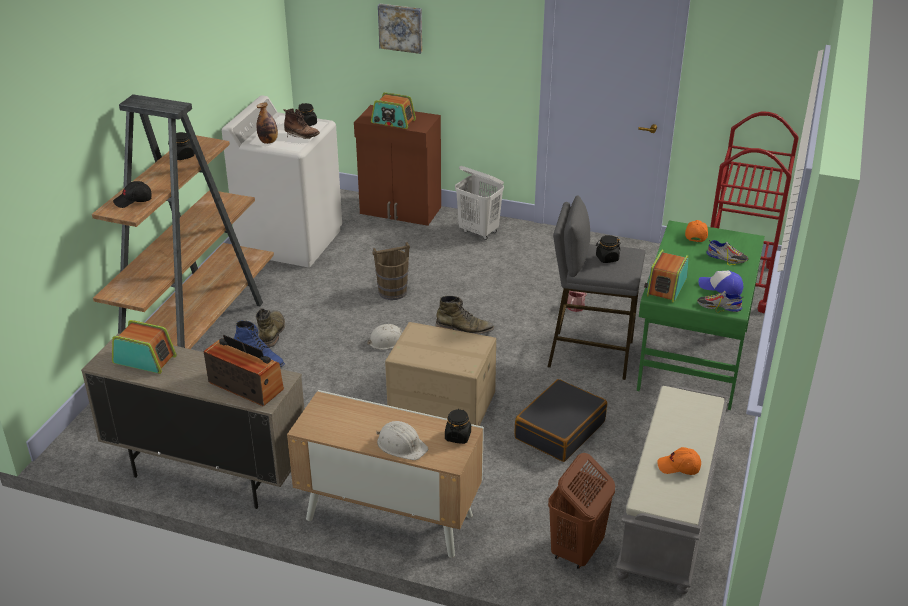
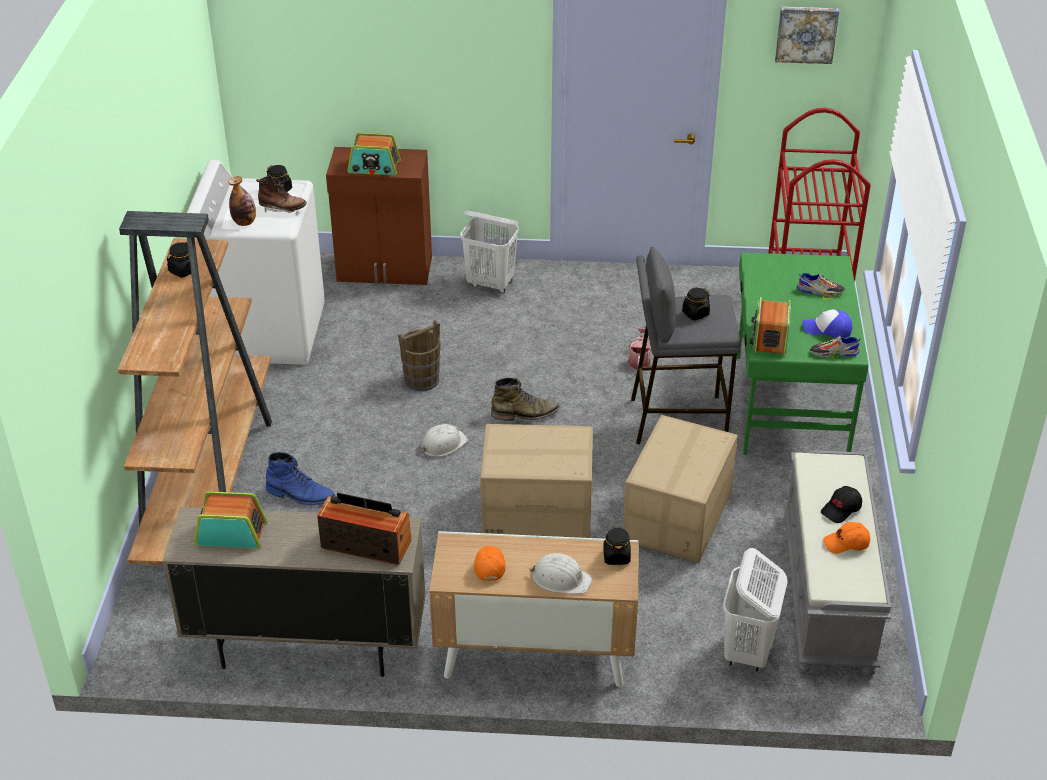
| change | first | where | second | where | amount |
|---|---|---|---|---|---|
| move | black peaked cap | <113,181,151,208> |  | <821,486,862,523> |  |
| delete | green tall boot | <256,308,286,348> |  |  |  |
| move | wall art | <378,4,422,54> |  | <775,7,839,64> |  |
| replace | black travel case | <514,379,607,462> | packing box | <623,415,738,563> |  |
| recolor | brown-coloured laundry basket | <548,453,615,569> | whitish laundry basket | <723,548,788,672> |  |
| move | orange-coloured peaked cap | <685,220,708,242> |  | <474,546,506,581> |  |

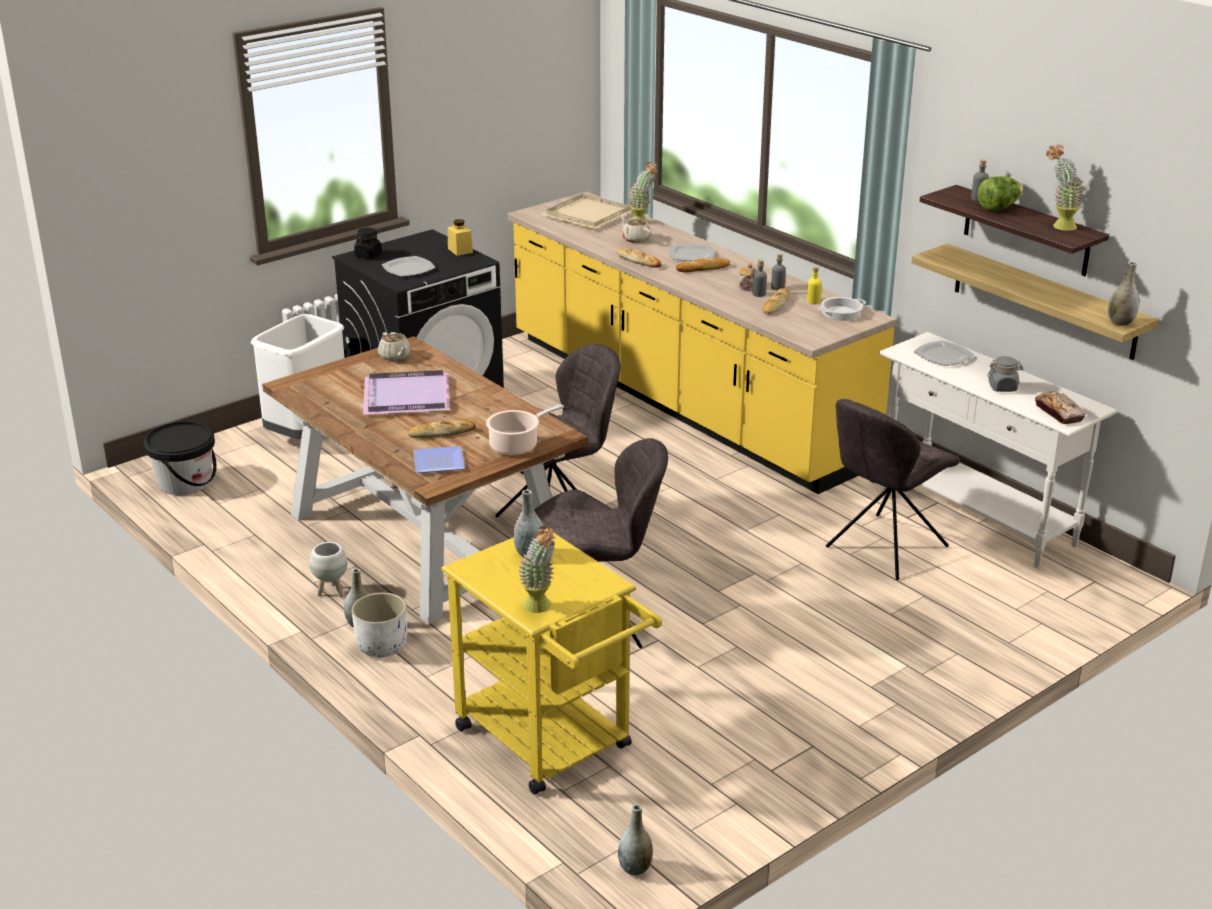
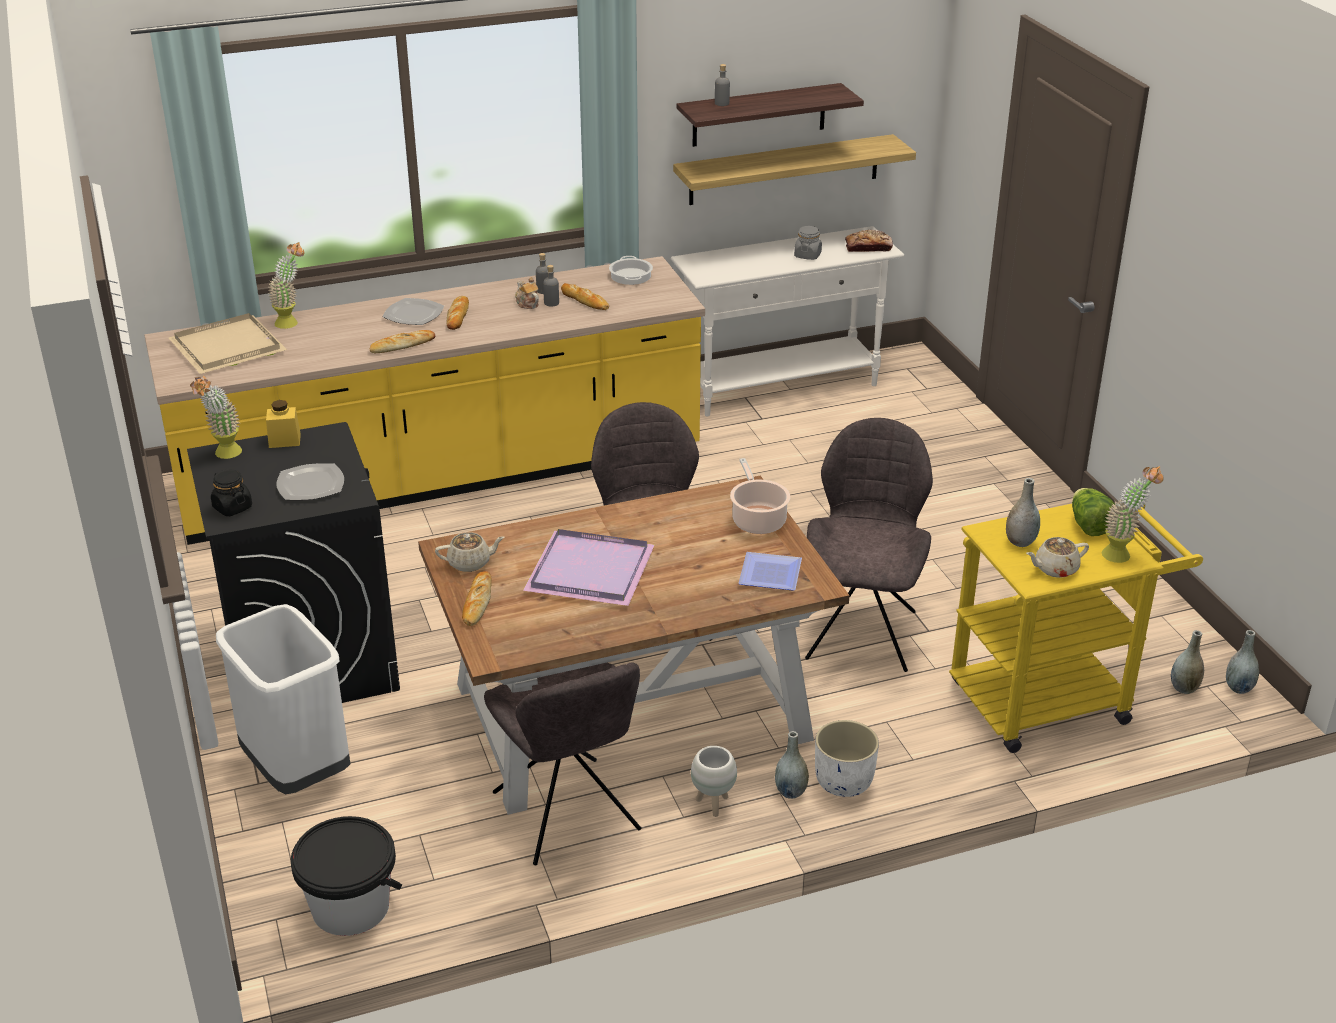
| change | first | where | second | where | amount |
|---|---|---|---|---|---|
| move | baked bread | <408,420,476,438> |  | <462,571,492,626> |  |
| move | beige teapot | <620,216,652,243> |  | <1026,537,1089,578> |  |
| delete | yellow-coloured beverage bottle | <807,266,822,304> |  |  |  |
| move | greyish upright chair | <826,399,960,580> |  | <484,662,641,865> |  |
| delete | plate | <914,340,974,366> |  |  |  |
| move | lettuce | <978,176,1023,211> |  | <1072,488,1115,536> |  |
| move | plant in a pot | <1046,144,1084,231> |  | <190,376,242,459> |  |
| move | greyish decorative vase | <1108,261,1139,326> |  | <1171,630,1204,694> |  |

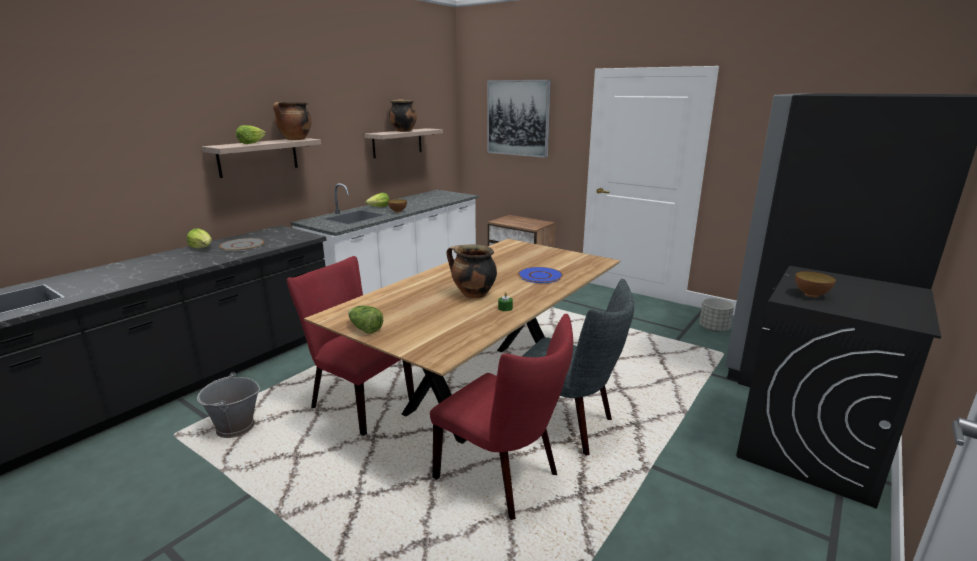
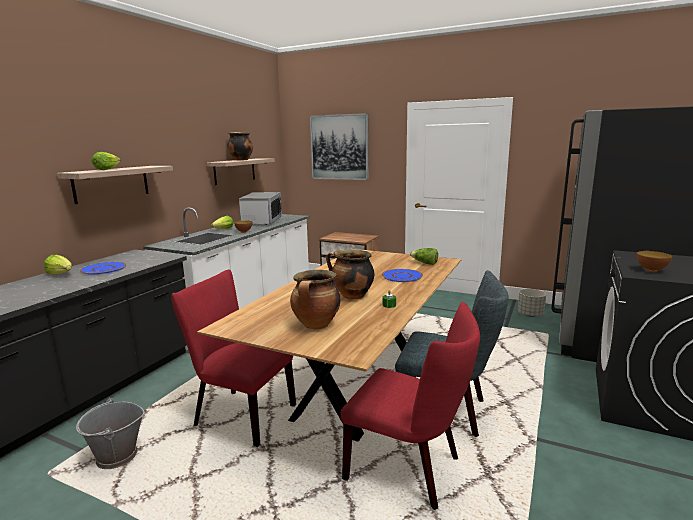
| change | first | where | second | where | amount |
|---|---|---|---|---|---|
| recolor | greyish plate | <219,238,264,251> | blue-coloured plate | <80,262,126,275> |  |
| move | saucepot | <273,101,311,140> |  | <290,270,341,329> |  |
| move | lettuce | <348,306,383,334> |  | <410,248,438,265> |  |
| insert |  |  | kitchen microwave | <239,192,282,225> |  |

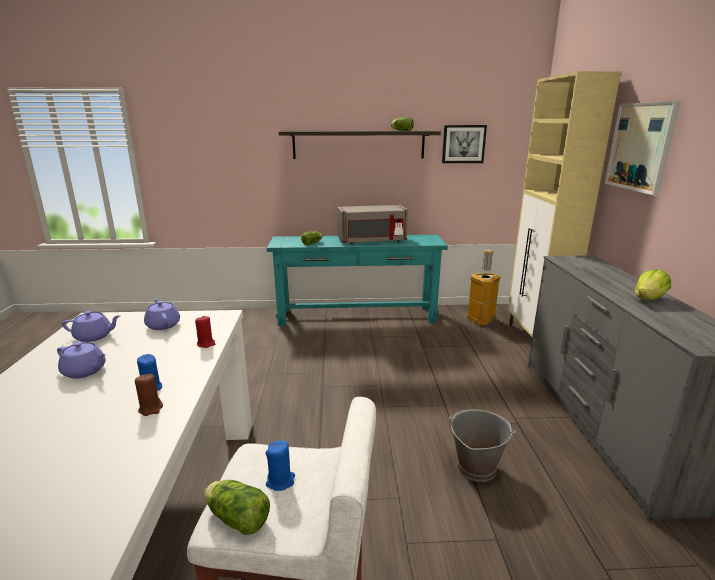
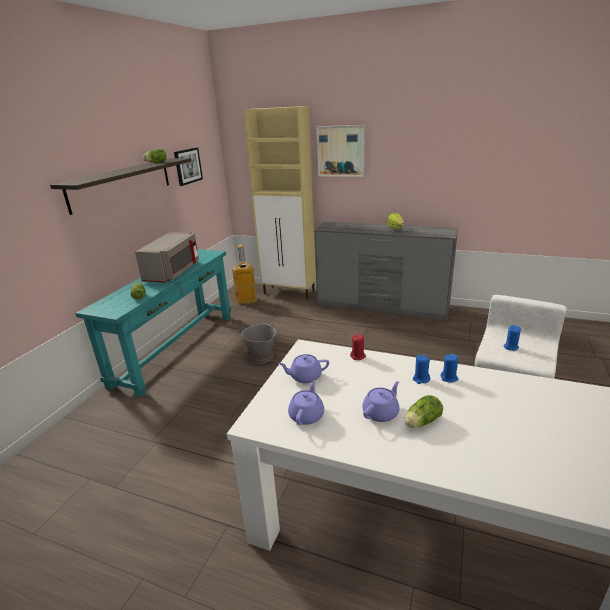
| change | first | where | second | where | amount |
|---|---|---|---|---|---|
| recolor | brown-coloured candle | <135,374,163,416> | blue-coloured candle | <440,354,458,383> |  |
| move | lettuce | <204,480,270,535> |  | <404,395,443,428> |  |
| move | greyish pail | <449,409,516,482> |  | <241,323,276,364> |  |

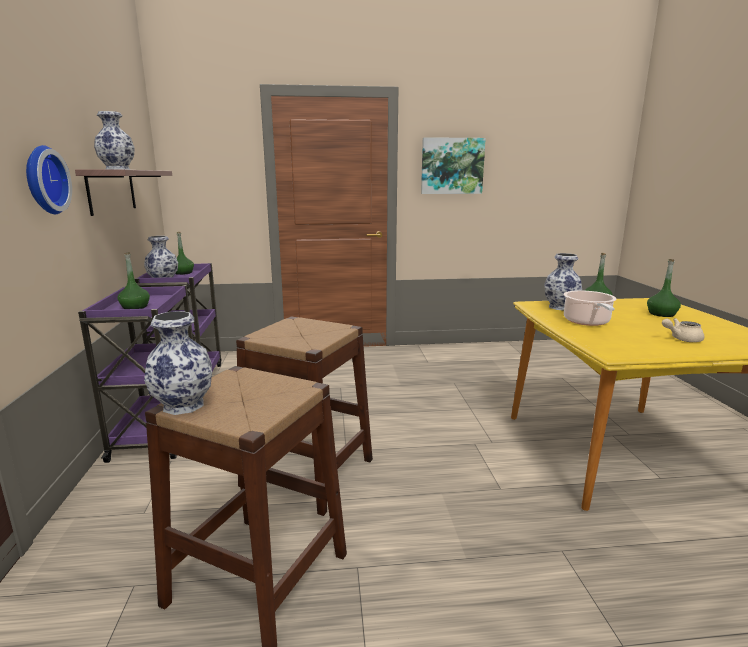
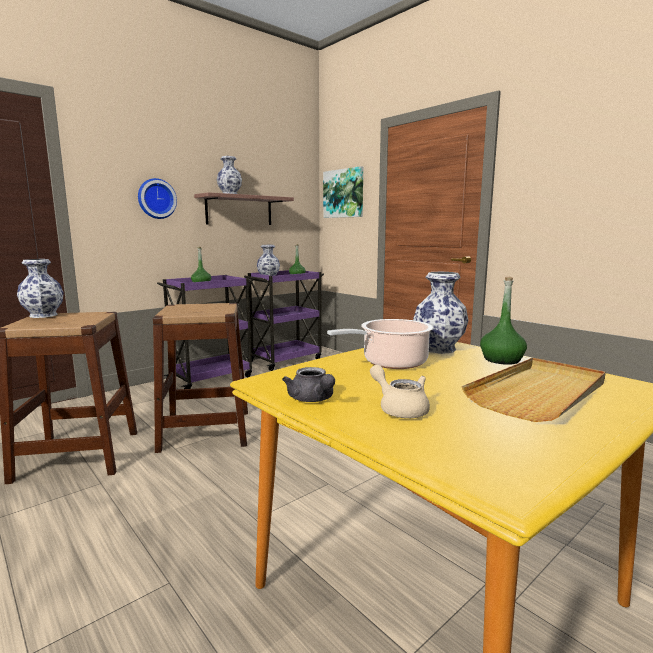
| change | first | where | second | where | amount |
|---|---|---|---|---|---|
| move | wall art | <421,137,486,194> |  | <323,166,363,218> |  |
| replace | green beverage bottle | <647,259,681,317> | beige tray | <461,358,606,422> |  |
| insert |  |  | greyish teapot | <282,367,335,402> |  |

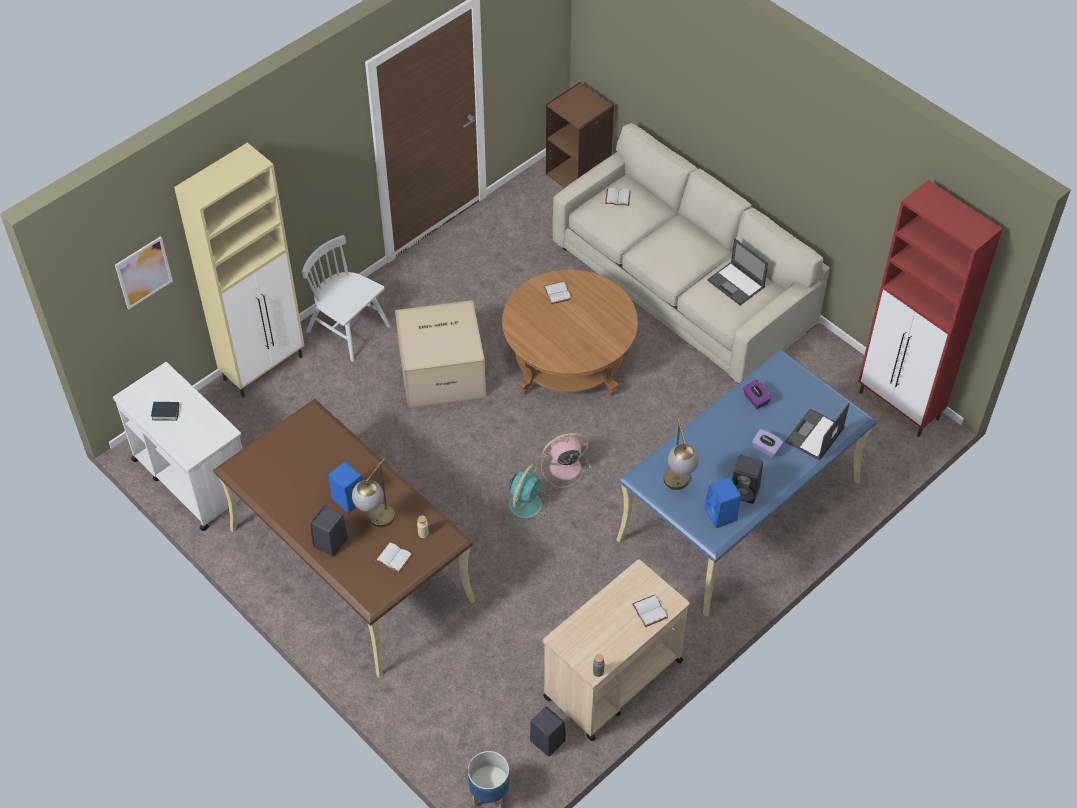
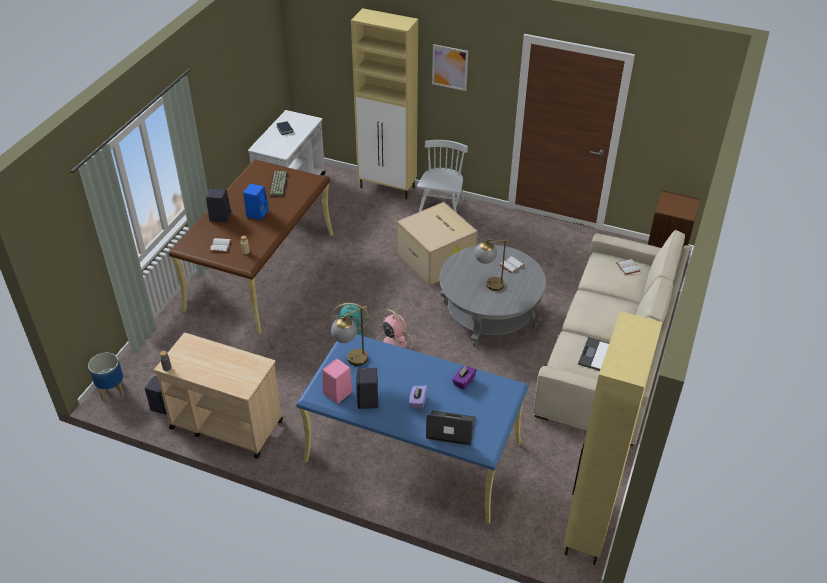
| change | first | where | second | where | amount |
|---|---|---|---|---|---|
| move | wall art | <115,236,173,309> |  | <432,44,468,91> |  |
| move | tabletop lamp | <352,458,395,527> |  | <475,239,511,291> |  |
| recolor | brown-coloured lounge table | <502,269,638,396> | greyish lounge table | <439,245,546,347> |  |
| delete | whitish book | <632,595,668,627> |  |  |  |
| recolor | blue-coloured audio speaker | <705,477,741,528> | pink-coloured audio speaker | <322,359,352,404> |  |
| recolor | red-coloured storage cabinet | <858,180,1003,437> | beige storage cabinet | <563,311,663,565> |  |
| insert |  |  | computer keyboard | <269,171,288,197> |  |

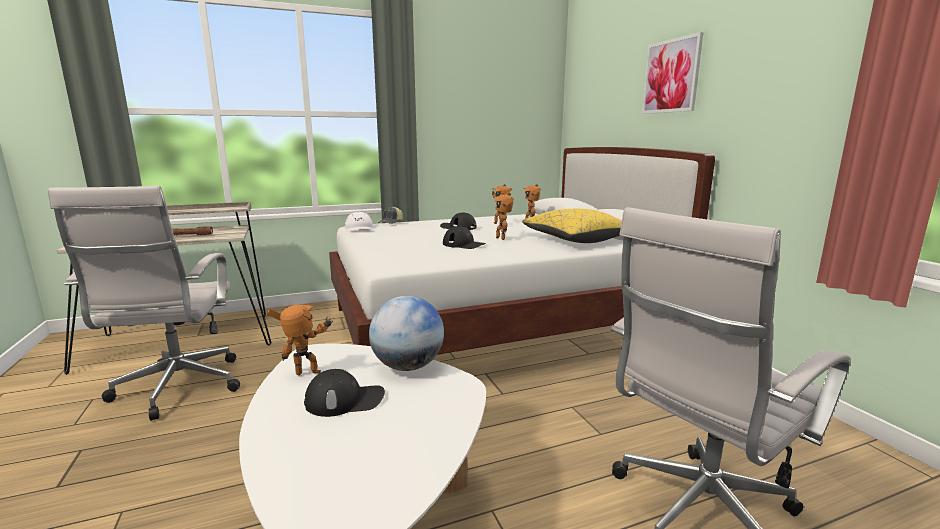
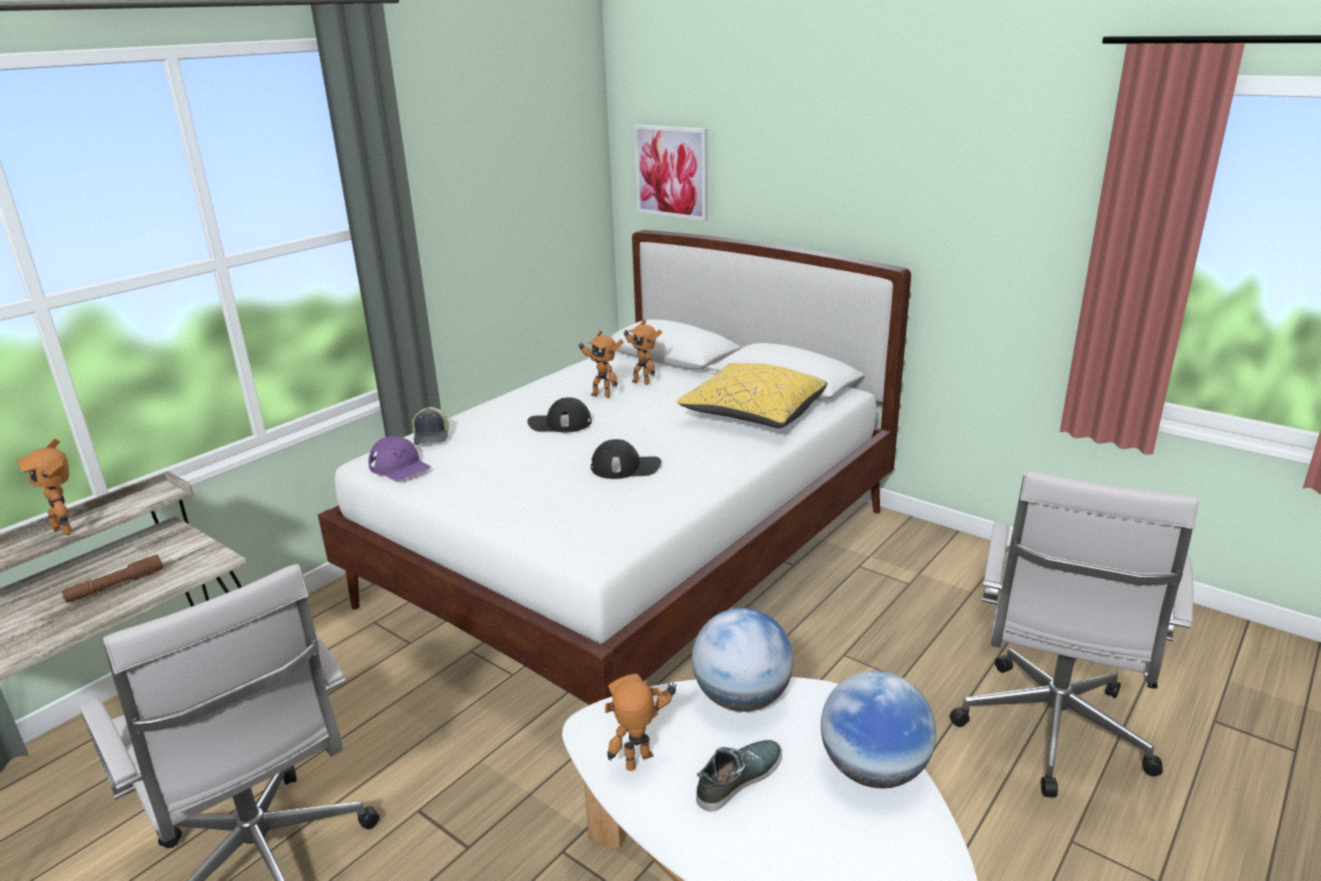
| change | first | where | second | where | amount |
|---|---|---|---|---|---|
| replace | black peaked cap | <304,369,385,417> | shoe | <696,740,782,812> |  |
| recolor | whitish peaked cap | <345,212,373,231> | purple peaked cap | <369,436,431,481> |  |
| move | toy robot | <493,192,514,240> |  | <17,439,72,535> |  |
| move | wall art | <642,32,703,114> |  | <634,124,708,221> |  |
| insert |  |  | desk globe | <821,671,936,788> |  |

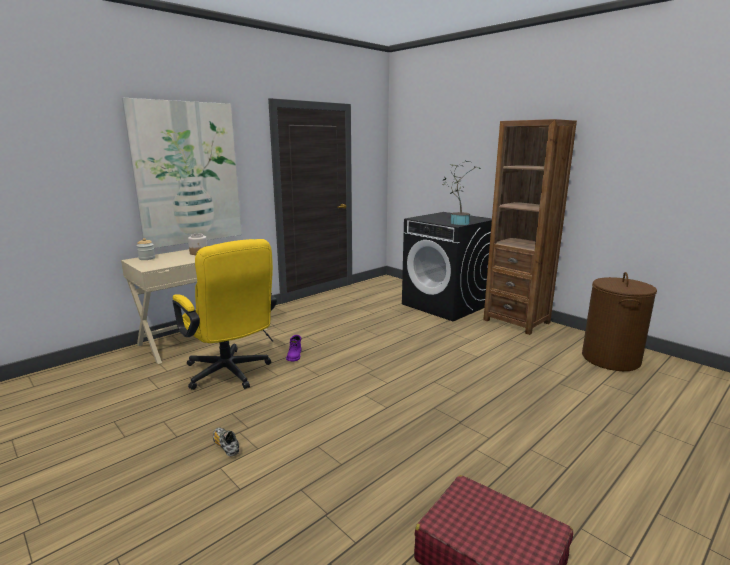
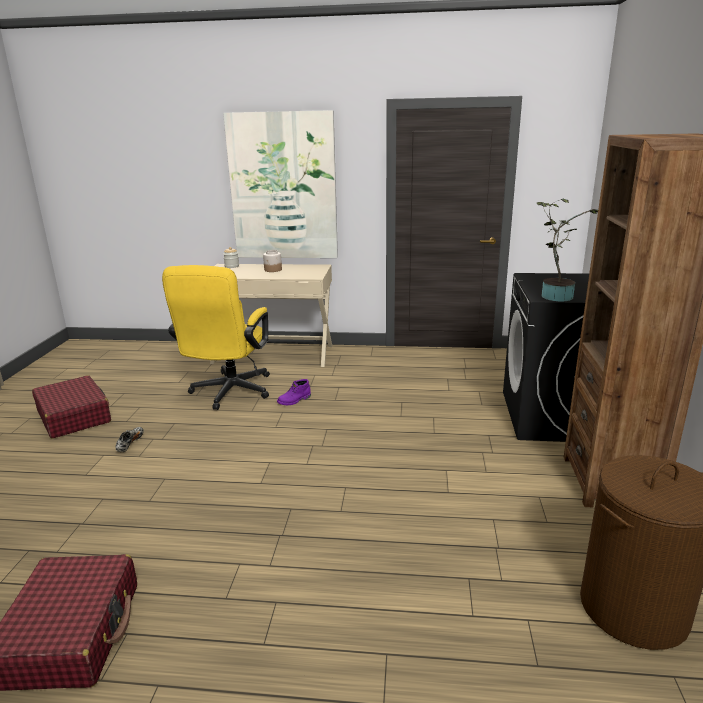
| change | first | where | second | where | amount |
|---|---|---|---|---|---|
| insert |  |  | red-coloured travel case | <32,375,111,439> |  |

